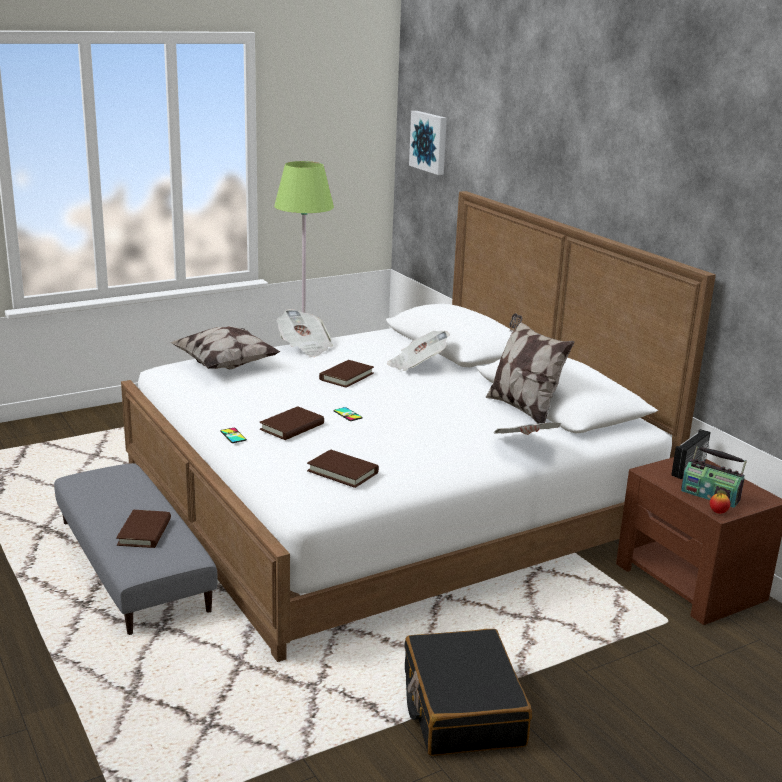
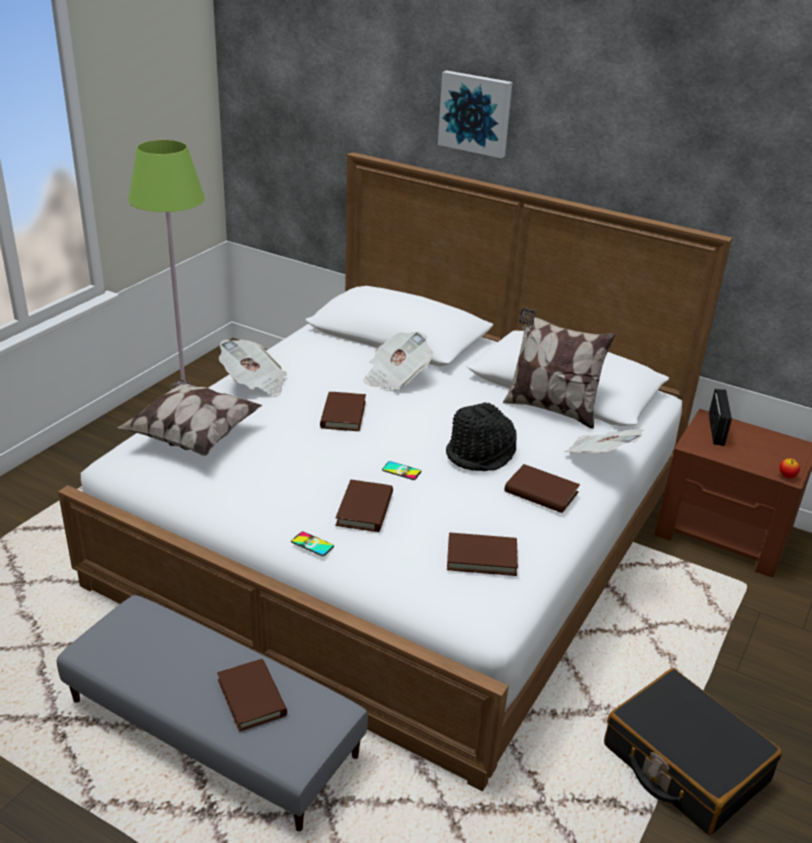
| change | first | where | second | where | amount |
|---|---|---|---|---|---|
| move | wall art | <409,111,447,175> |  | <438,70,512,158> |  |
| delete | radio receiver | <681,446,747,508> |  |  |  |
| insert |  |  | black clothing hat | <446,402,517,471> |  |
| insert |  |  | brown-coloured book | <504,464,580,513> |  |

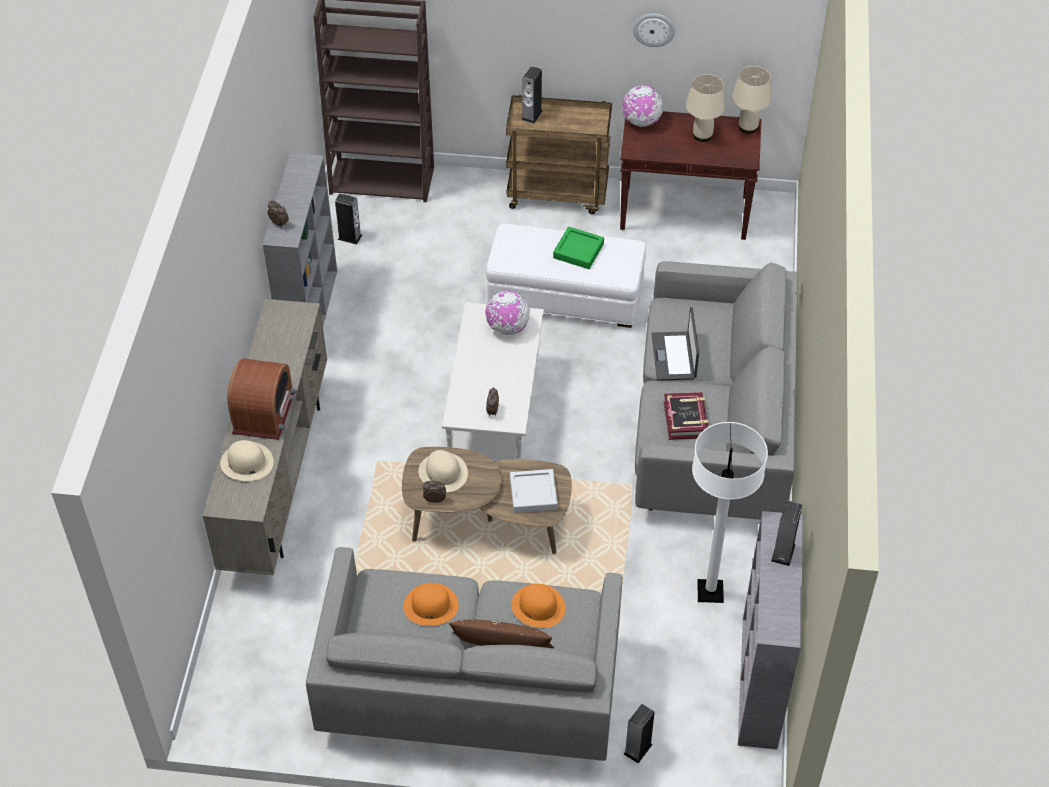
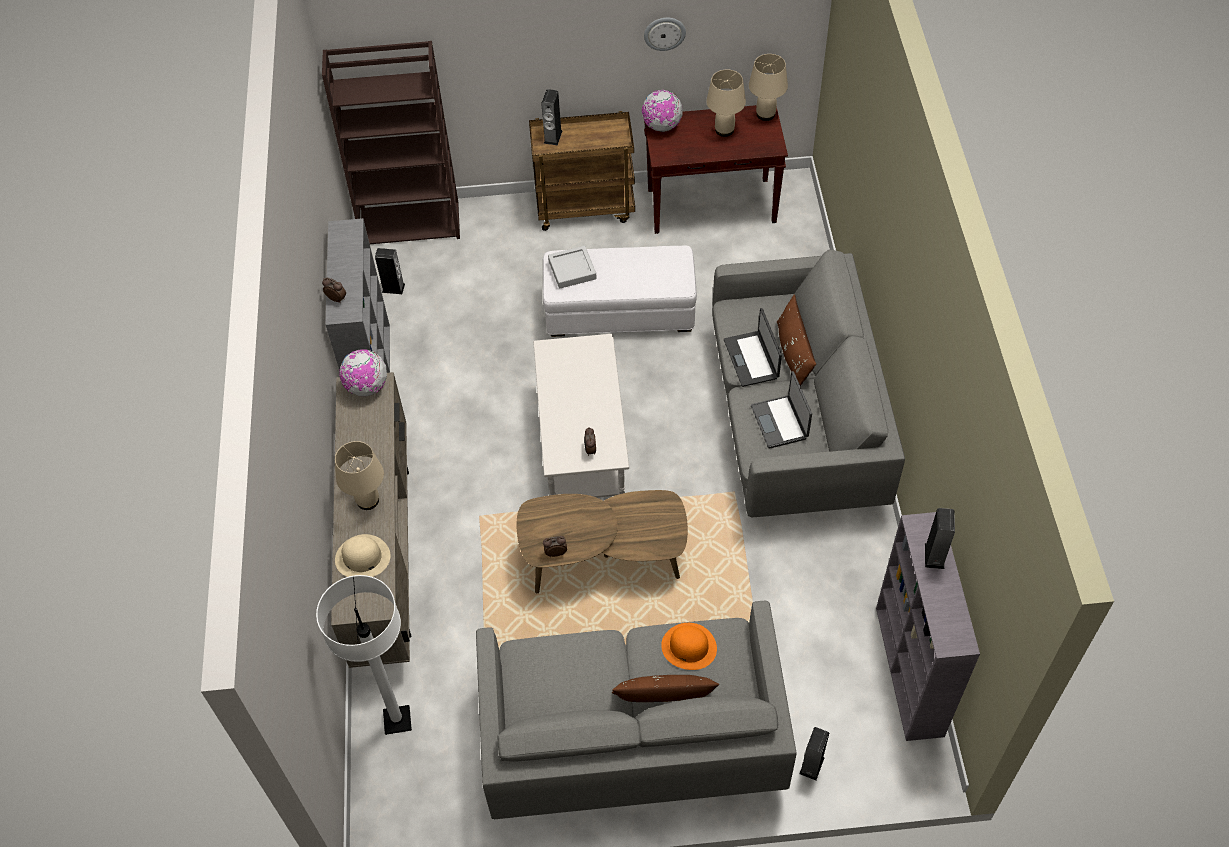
| change | first | where | second | where | amount |
|---|---|---|---|---|---|
| replace | radio receiver | <227,358,297,440> | beige tabletop lamp | <335,441,384,510> |  |
| delete | orange-coloured clothing hat | <403,583,459,626> |  |  |  |
| delete | beige clothing hat | <418,450,468,492> |  |  |  |
| move | desk globe | <485,290,530,335> |  | <339,349,387,396> |  |
| move | greyish tray | <510,469,558,513> |  | <548,246,597,289> |  |
| delete | green tray | <553,227,604,269> |  |  |  |
| replace | book | <664,392,709,440> | portable computer | <751,371,812,449> |  |
| move | whitish floor lamp | <692,422,768,603> |  | <316,575,412,735> |  |
| insert |  |  | brown-coloured cushion | <777,294,816,387> |  |

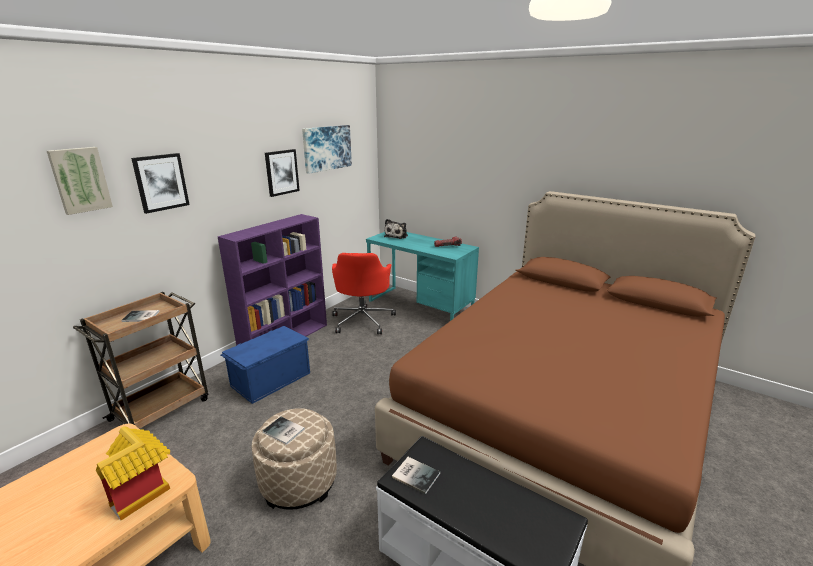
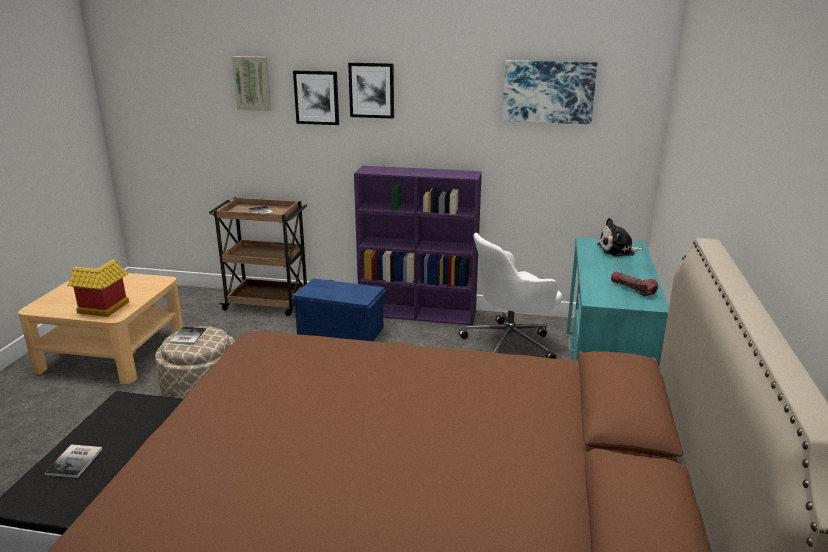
| change | first | where | second | where | amount |
|---|---|---|---|---|---|
| move | wall art | <265,149,300,197> |  | <348,63,394,119> |  |
| recolor | red-coloured computer chair | <332,253,396,334> | whitish computer chair | <459,233,562,359> |  |
| move | book | <392,457,440,494> |  | <44,444,102,478> |  |

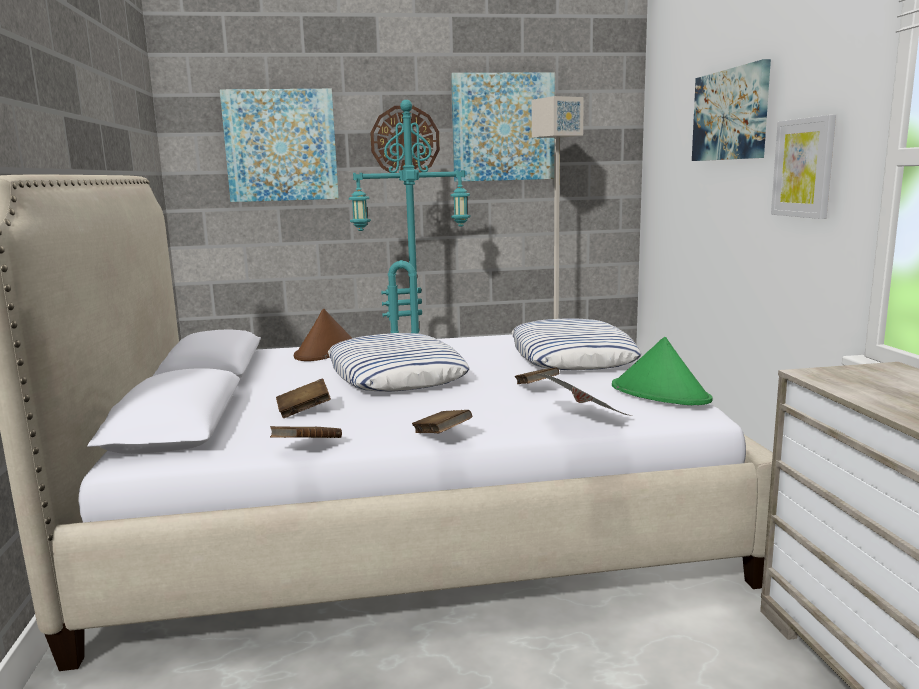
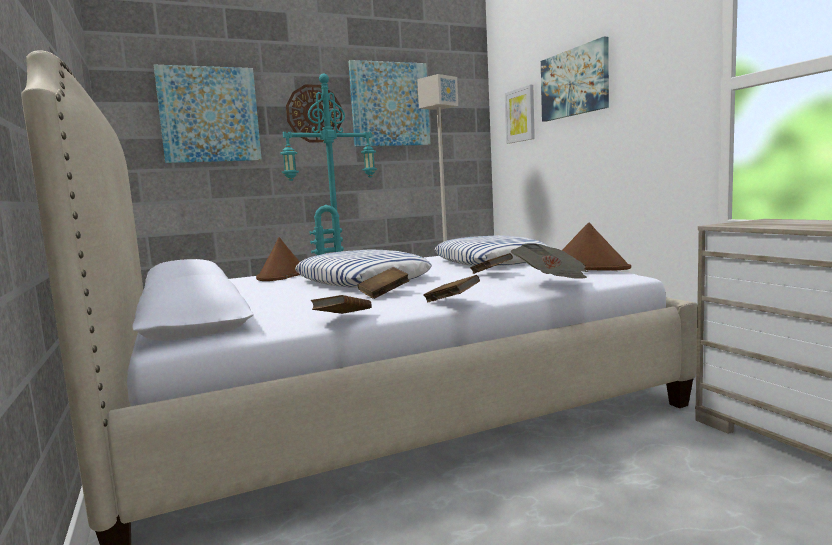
| change | first | where | second | where | amount |
|---|---|---|---|---|---|
| move | brown-coloured book | <276,378,331,418> |  | <358,267,409,299> |  |
| recolor | green clothing hat | <612,337,713,405> | brown-coloured clothing hat | <562,223,631,270> |  |
| move | wall art | <771,115,836,219> |  | <505,85,535,144> |  |

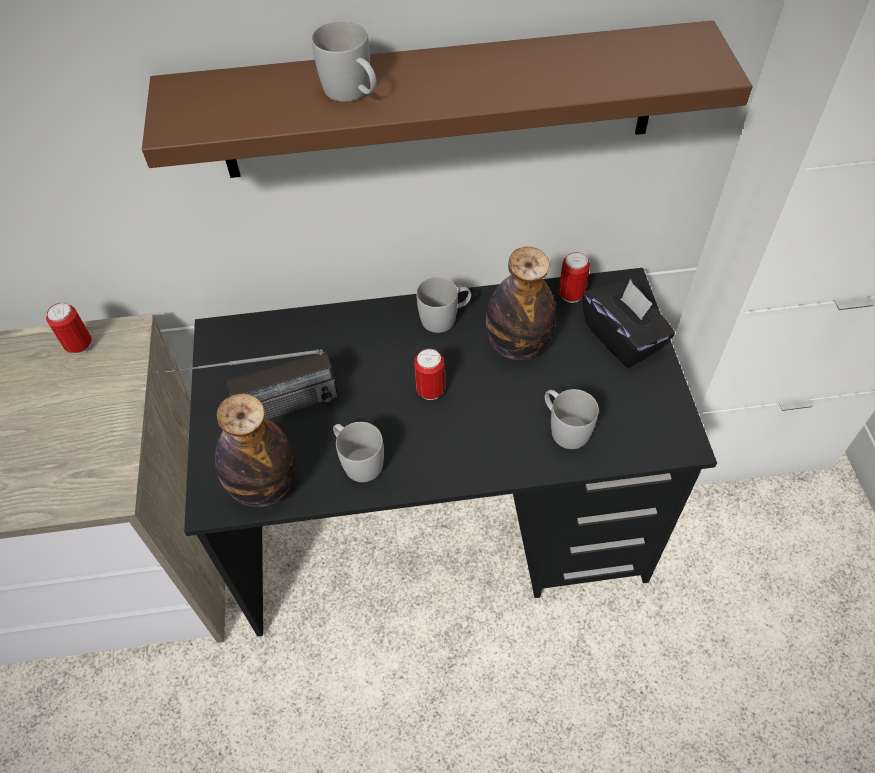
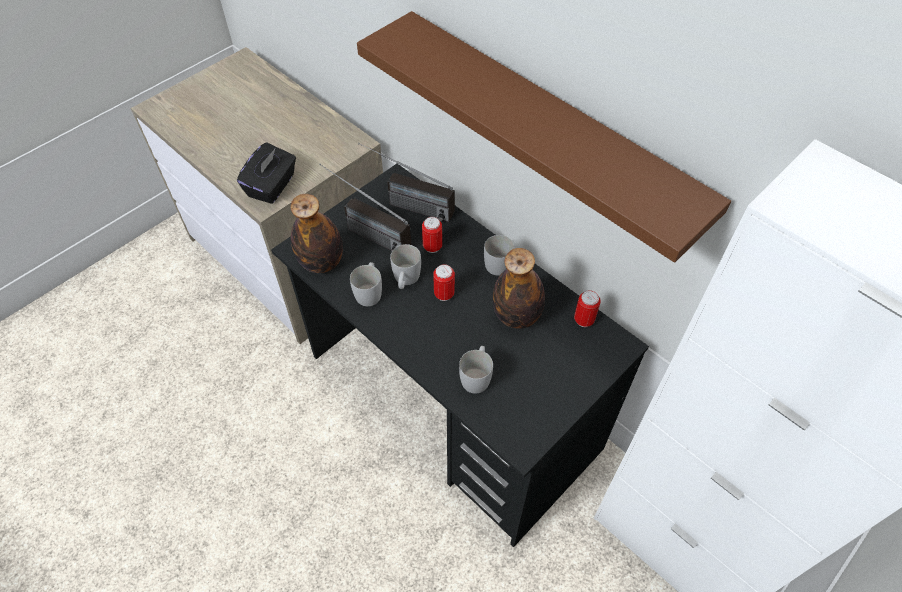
| change | first | where | second | where | amount |
|---|---|---|---|---|---|
| move | sealed can | <46,303,91,354> |  | <422,217,442,253> |  |
| move | whitish tea mug | <312,21,377,102> |  | <390,244,421,289> |  |
| move | black tissue holder | <582,279,675,367> |  | <237,142,296,204> |  |
| insert |  |  | radio receiver | <358,143,455,222> |  |

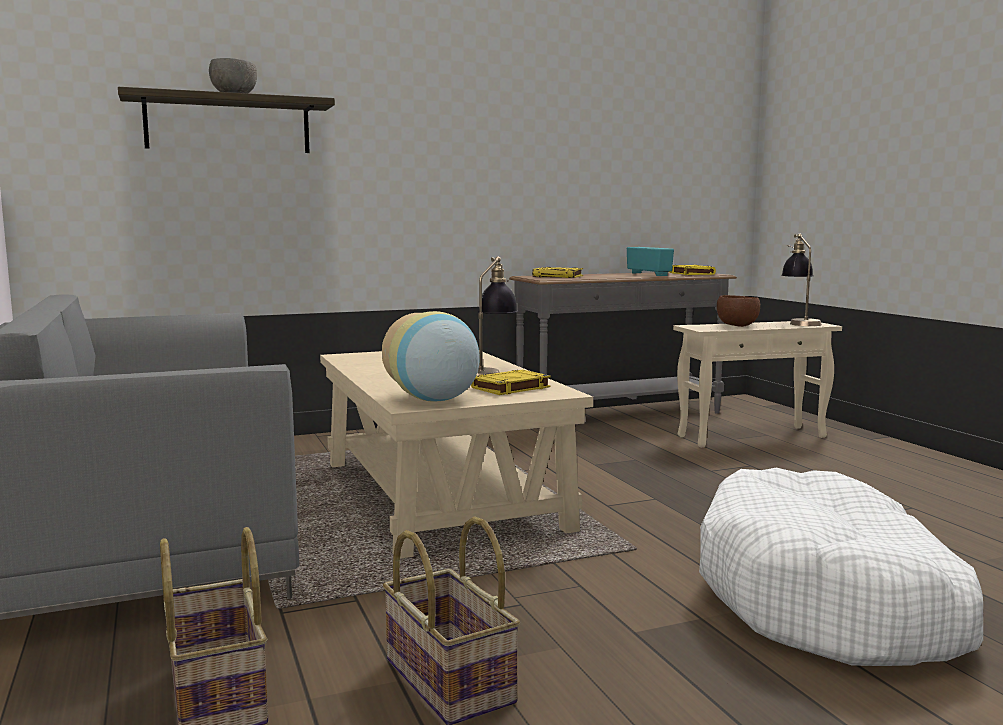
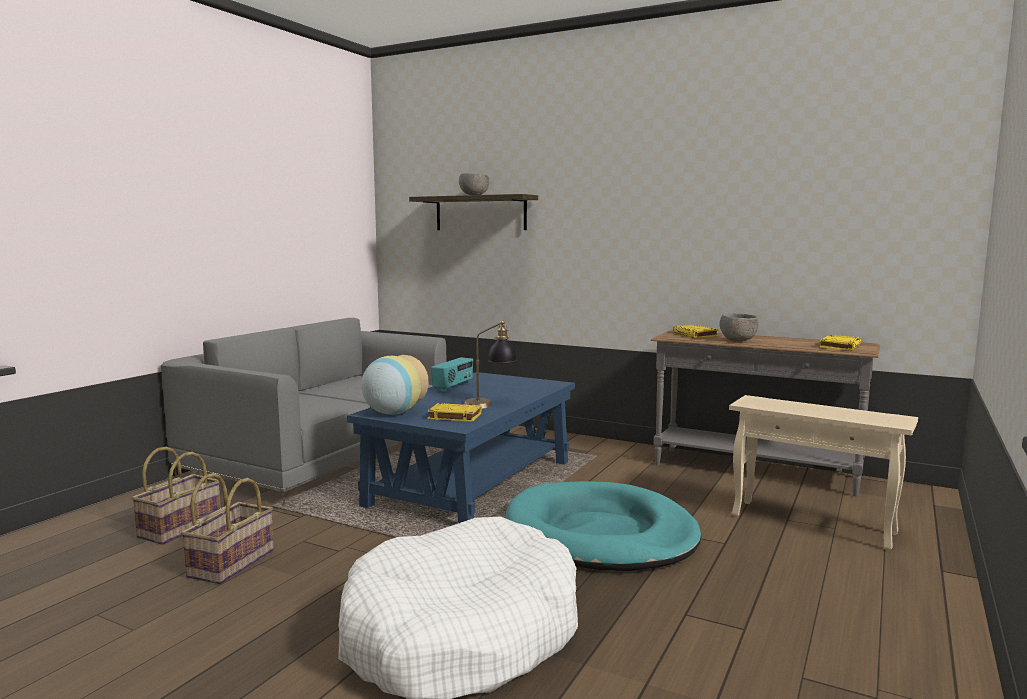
| change | first | where | second | where | amount |
|---|---|---|---|---|---|
| recolor | beige lounge table | <320,351,593,559> | blue-coloured lounge table | <347,372,575,523> |  |
| move | radio receiver | <627,247,674,276> |  | <431,357,473,392> |  |
| delete | brown-coloured deep dish | <717,295,760,327> |  |  |  |
| delete | tabletop lamp | <781,234,822,326> |  |  |  |
| insert |  |  | turquoise-coloured dog bed | <506,481,701,571> |  |
| insert |  |  | greyish deep dish | <719,313,759,342> |  |

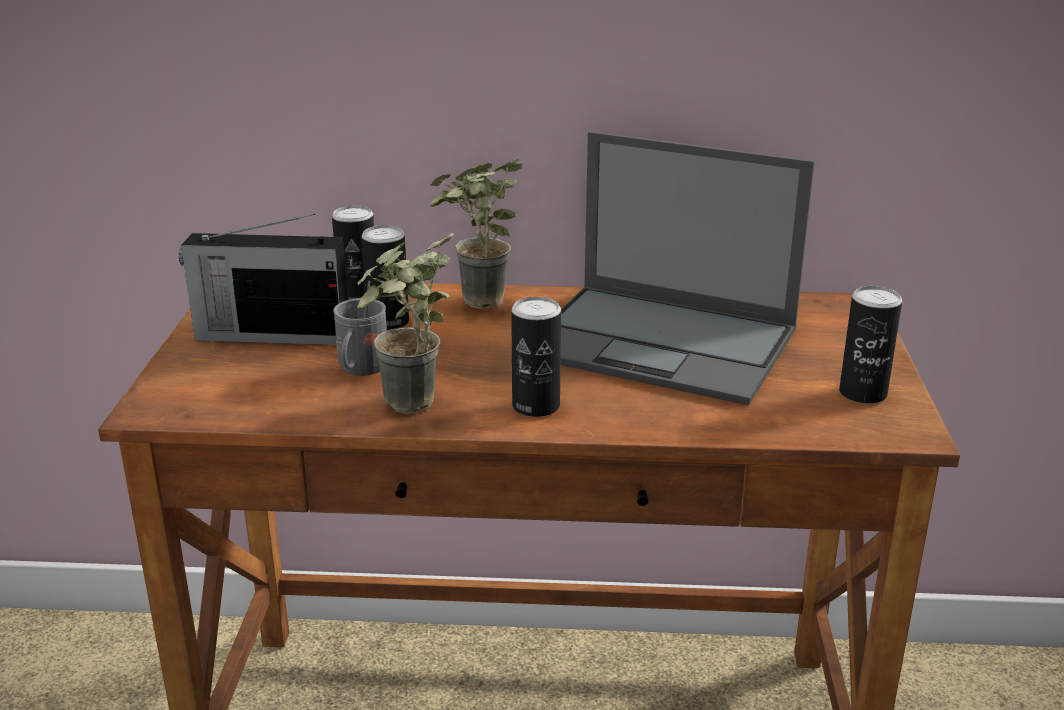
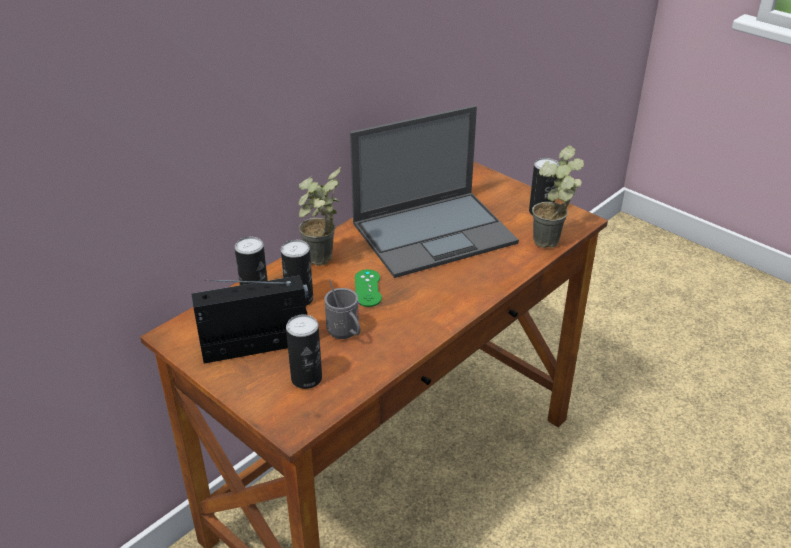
| change | first | where | second | where | amount |
|---|---|---|---|---|---|
| rotate | radio receiver | <179,214,348,345> |  | <191,276,309,364> | 150 degrees counterclockwise |
| move | plant in a pot | <357,231,454,414> |  | <532,146,584,248> |  |
| move | sealed can | <511,297,561,417> |  | <286,315,322,389> |  |
| insert |  |  | green gamepad | <355,269,382,307> |  |

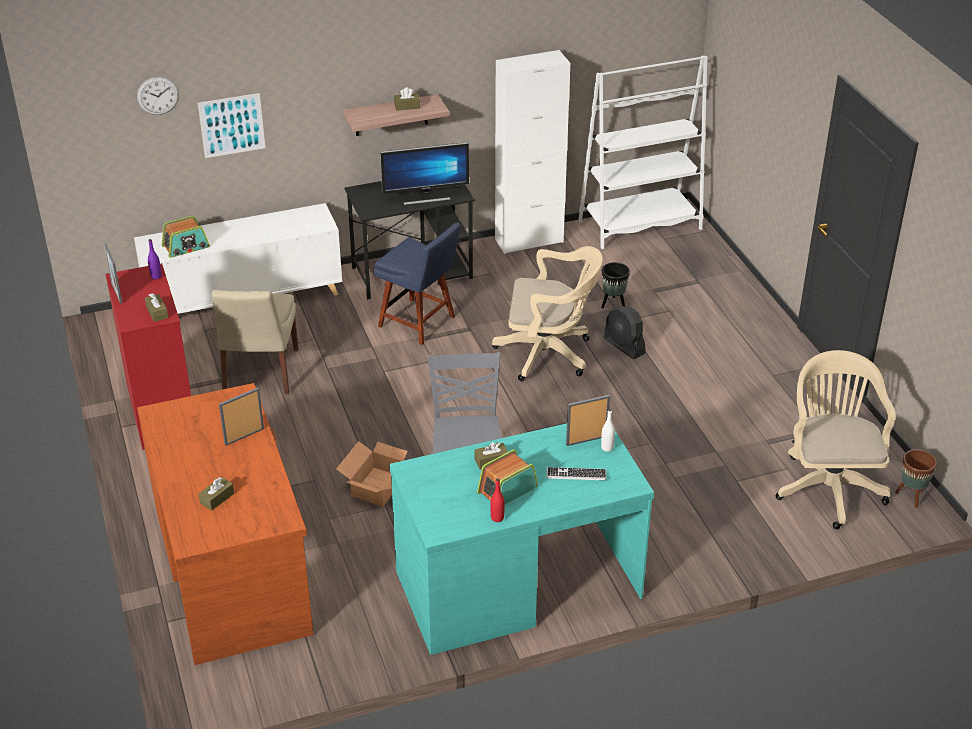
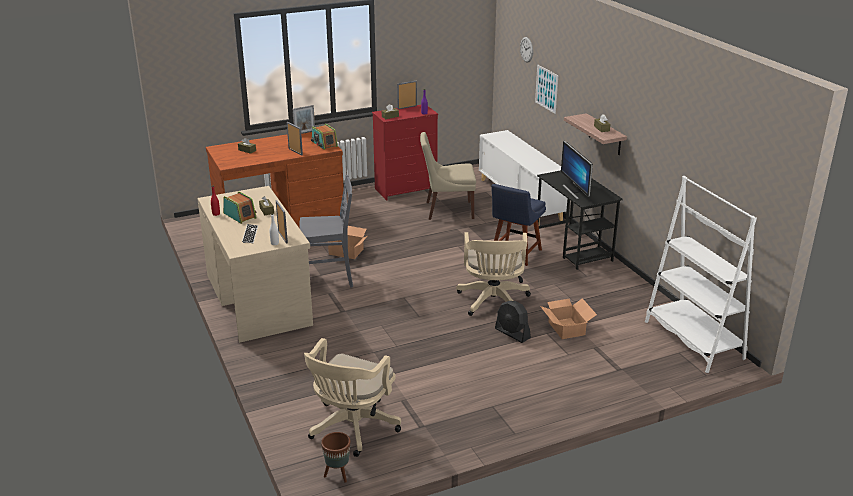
| change | first | where | second | where | amount |
|---|---|---|---|---|---|
| move | radio receiver | <162,216,210,258> |  | <311,124,338,150> |  |
| recolor | turquoise-coloured desk table | <389,423,654,655> | beige desk table | <197,186,313,343> |  |
| delete | whitish storage cabinet | <495,50,570,254> |  |  |  |
| replace | black flower pot | <601,262,630,308> | packing box | <540,298,597,339> |  |
| rotate | black electric fan | <603,306,646,359> |  | <495,301,531,343> | 90 degrees counterclockwise |
| rotate | beige computer chair | <776,350,896,530> |  | <304,338,401,457> | 120 degrees clockwise |
| insert |  |  | standing frame | <292,105,315,134> |  |

